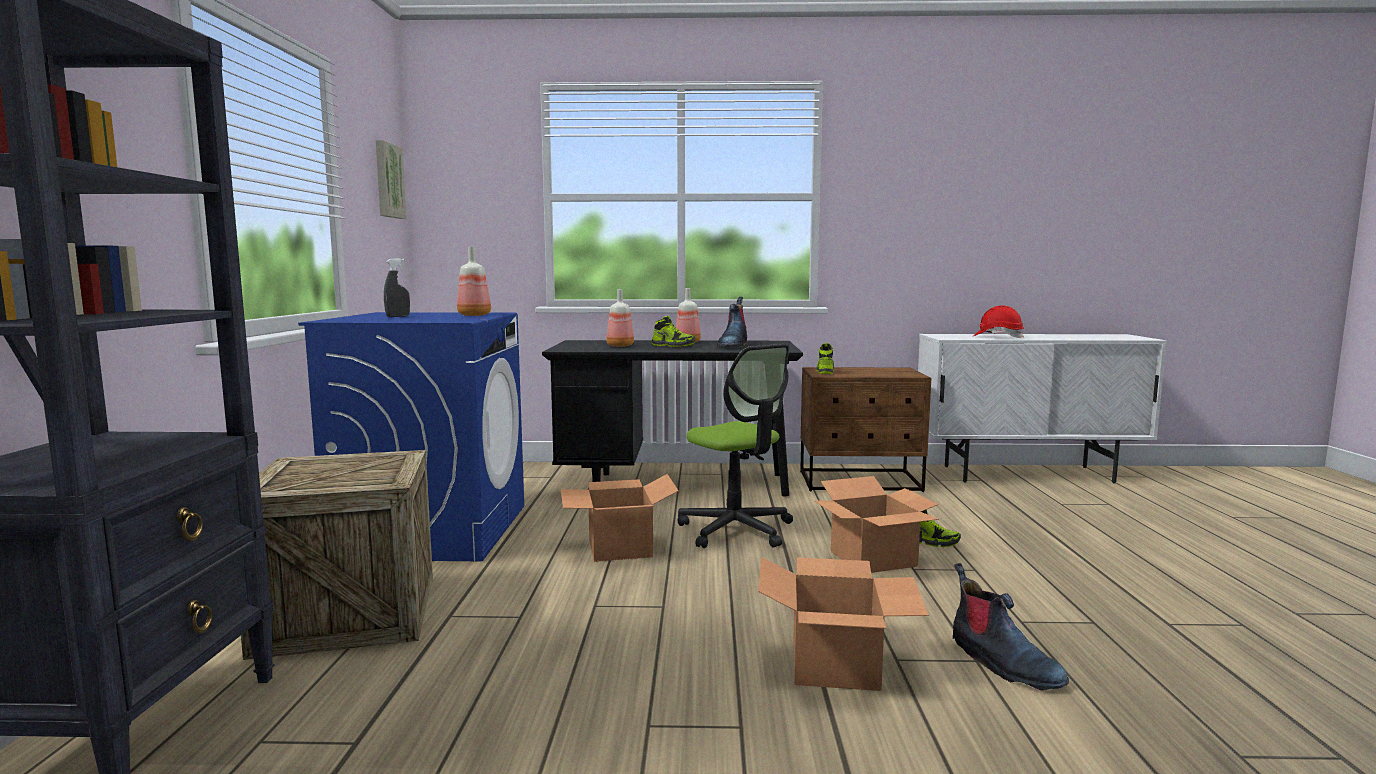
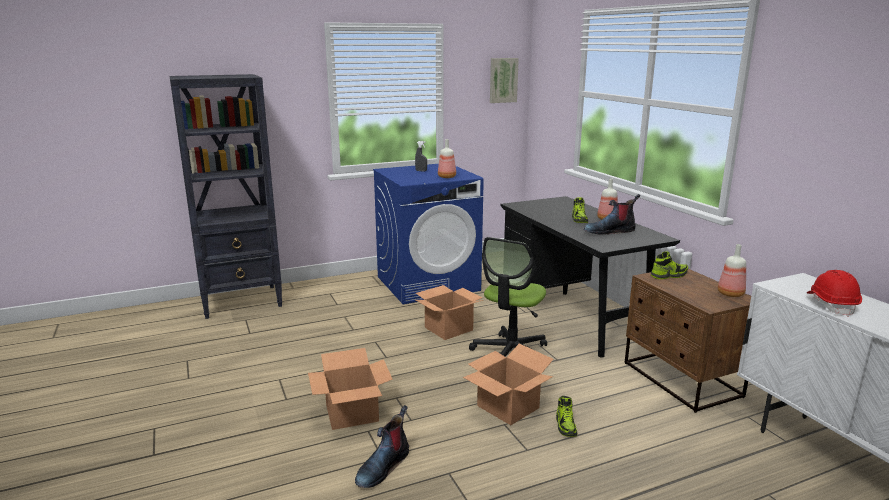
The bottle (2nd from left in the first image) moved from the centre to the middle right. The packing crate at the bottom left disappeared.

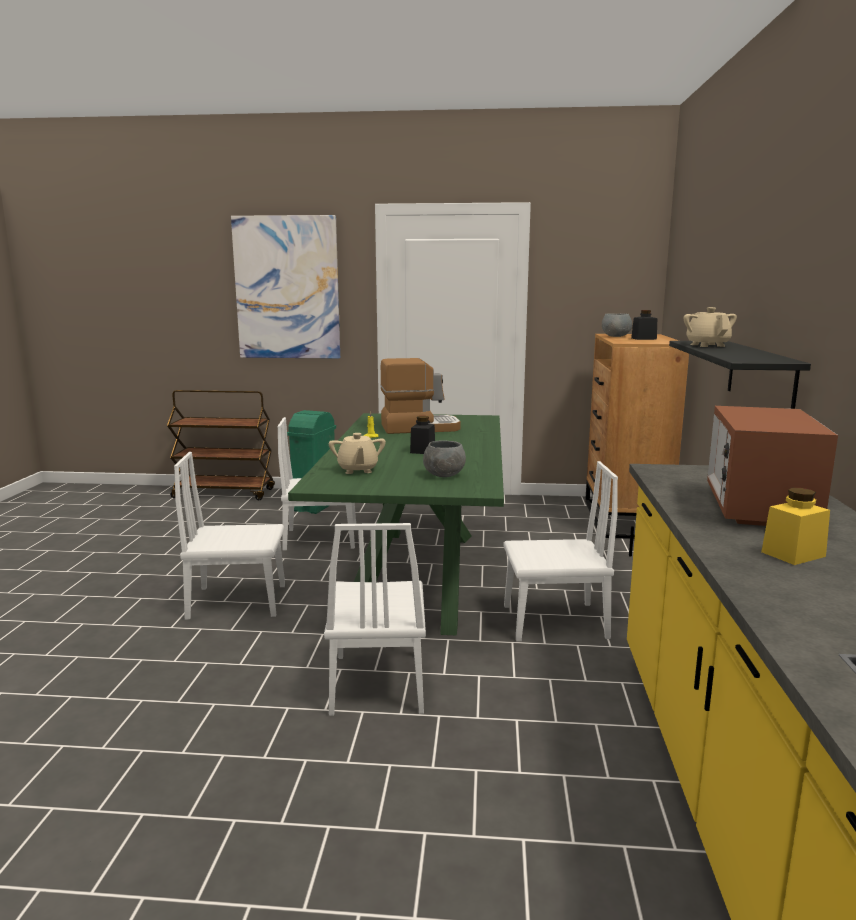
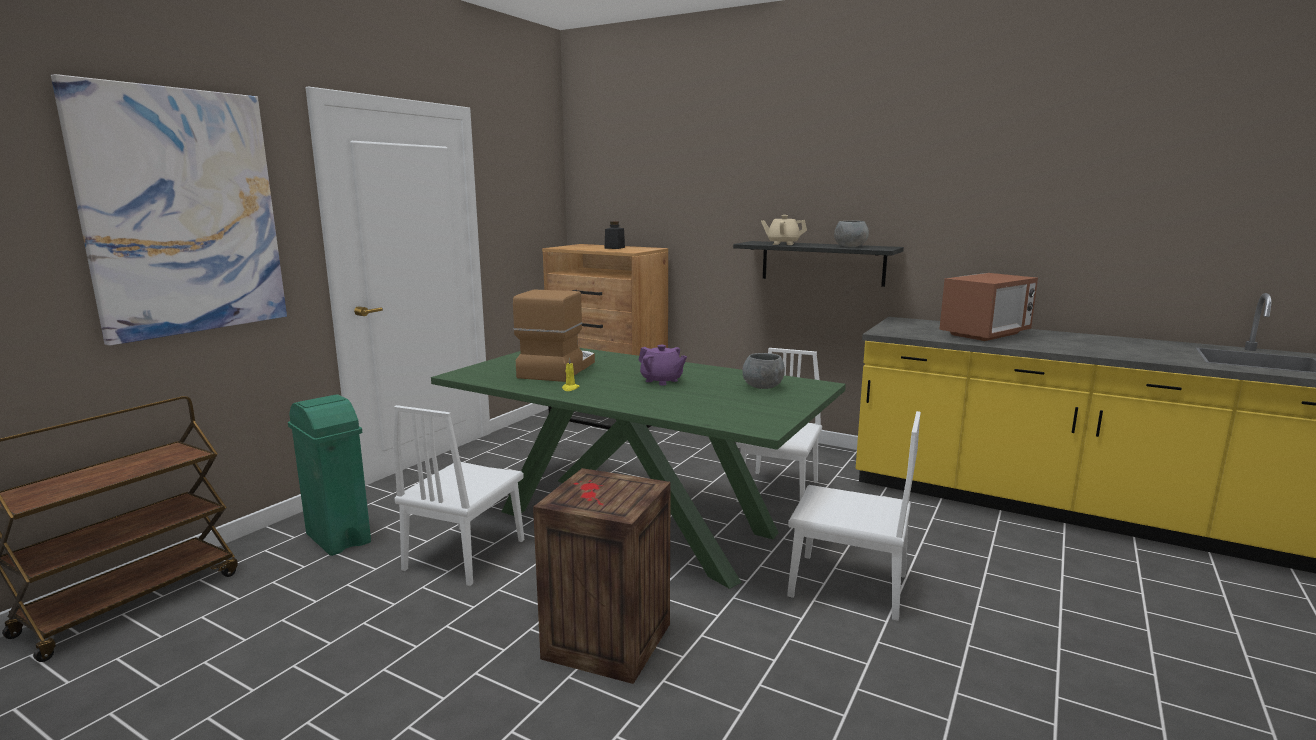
The whitish plain chair (1st from left) at the middle left was replaced by the packing crate at the bottom centre. The black-coloured storage jar (1st from left) at the centre was replaced by the purplish tea pot at the centre. The greyish deep dish (2nd from left) moved from the middle right to the top centre. The microwave oven at the middle right turned 75 degrees counterclockwise. The sand-coloured tea pot (1st from left) at the centre disappeared. The yellow-coloured storage jar at the middle right disappeared.

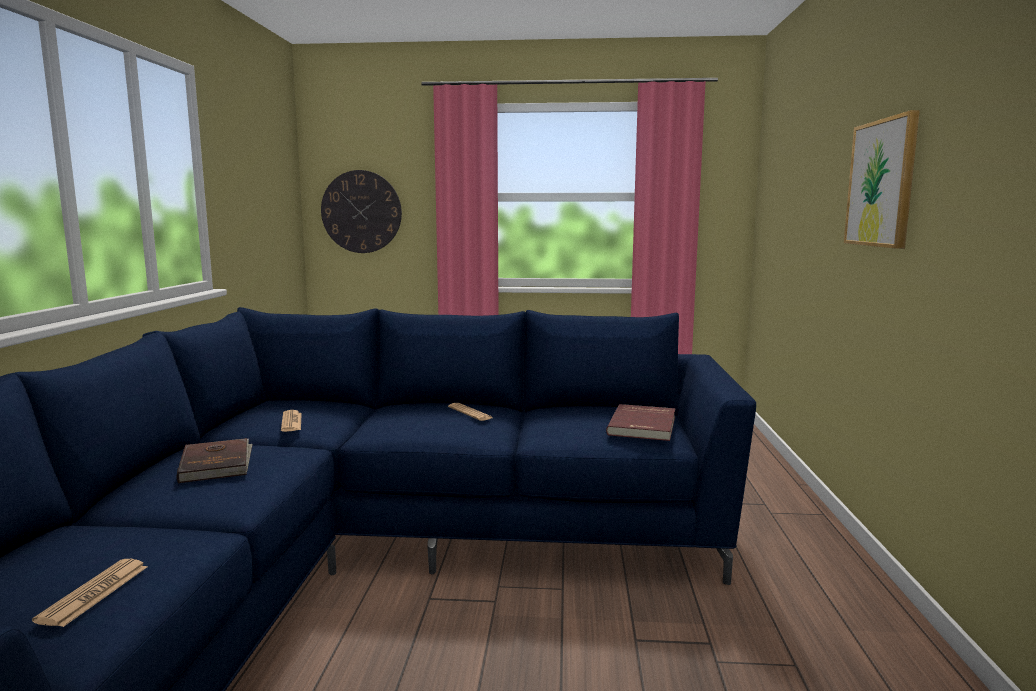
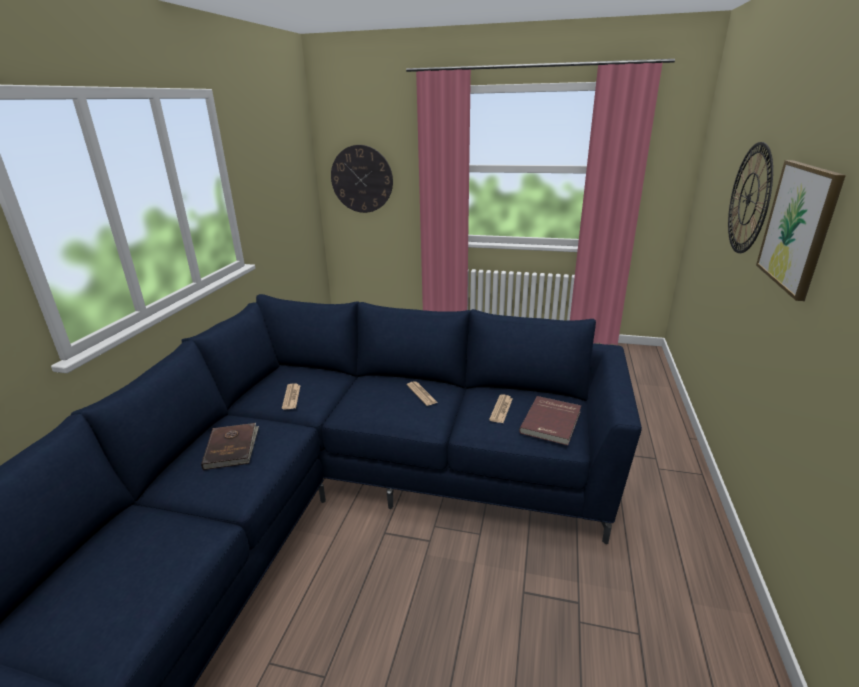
The printed paper (1st from left in the first image) moved from the bottom left to the centre. The clock on the wall (2nd from left) at the top right appeared.

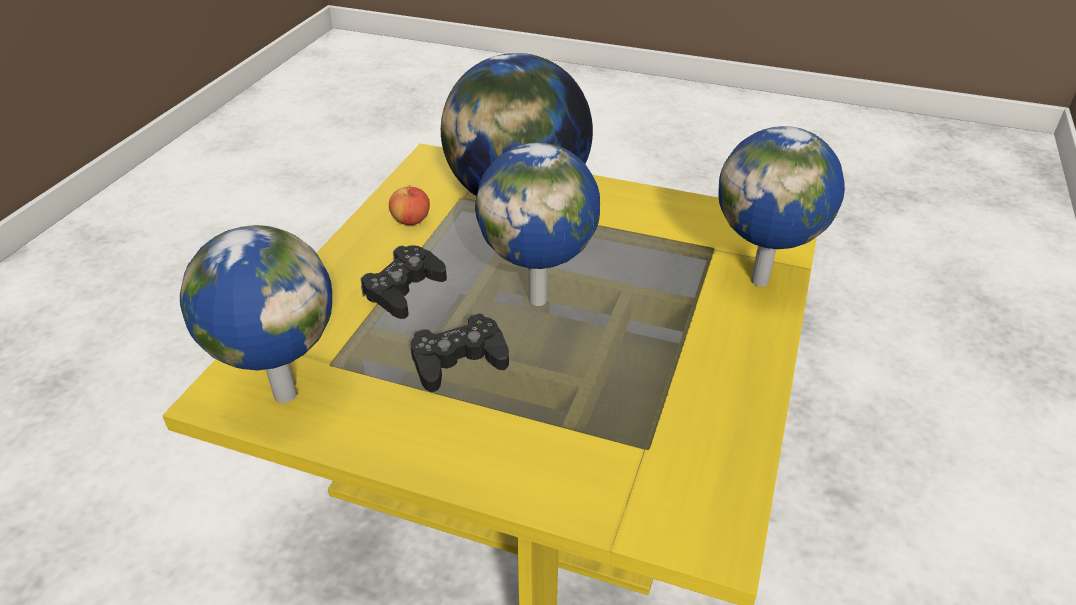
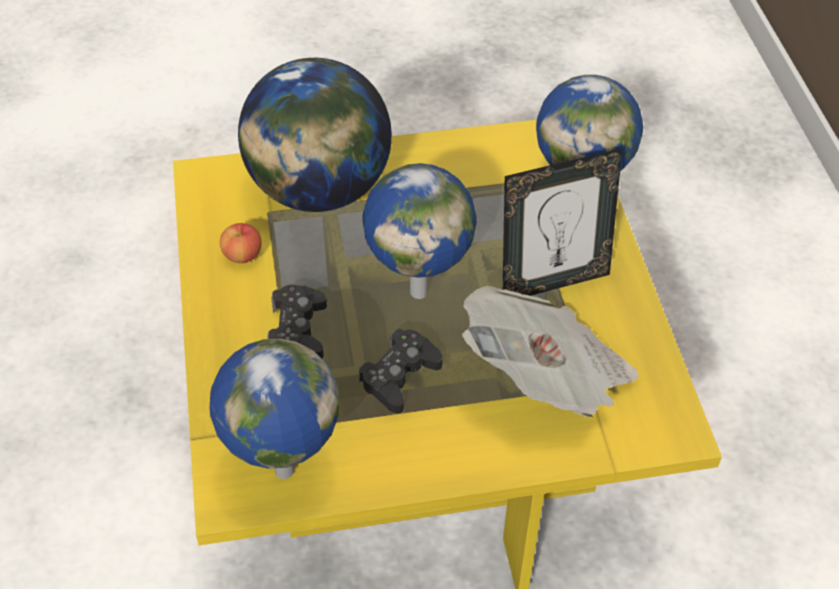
The printed paper at the centre appeared. The standing frame at the middle right appeared.

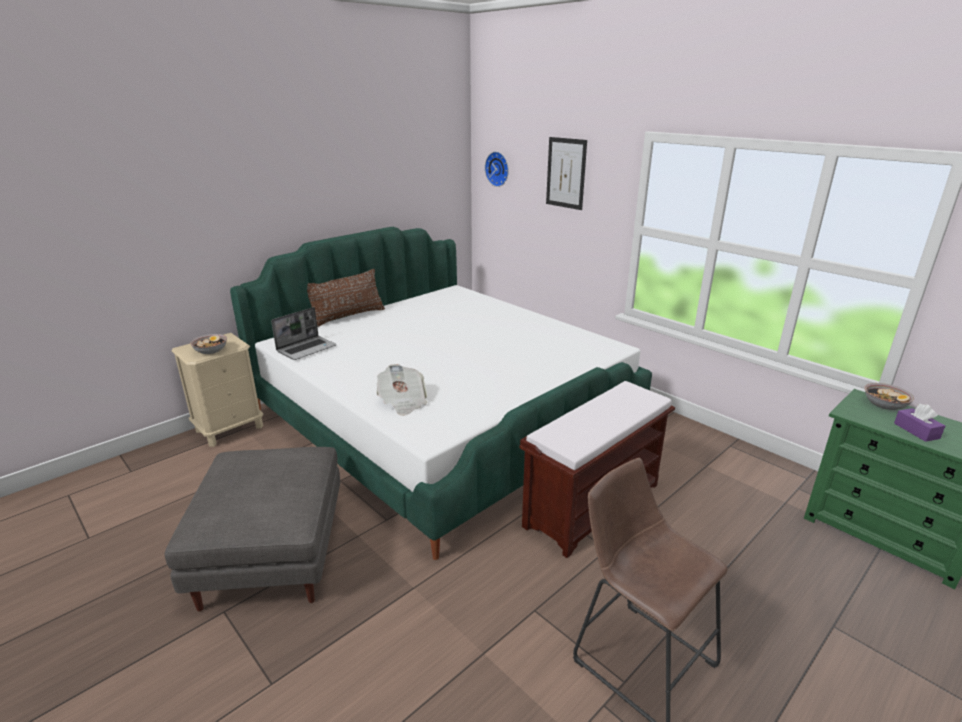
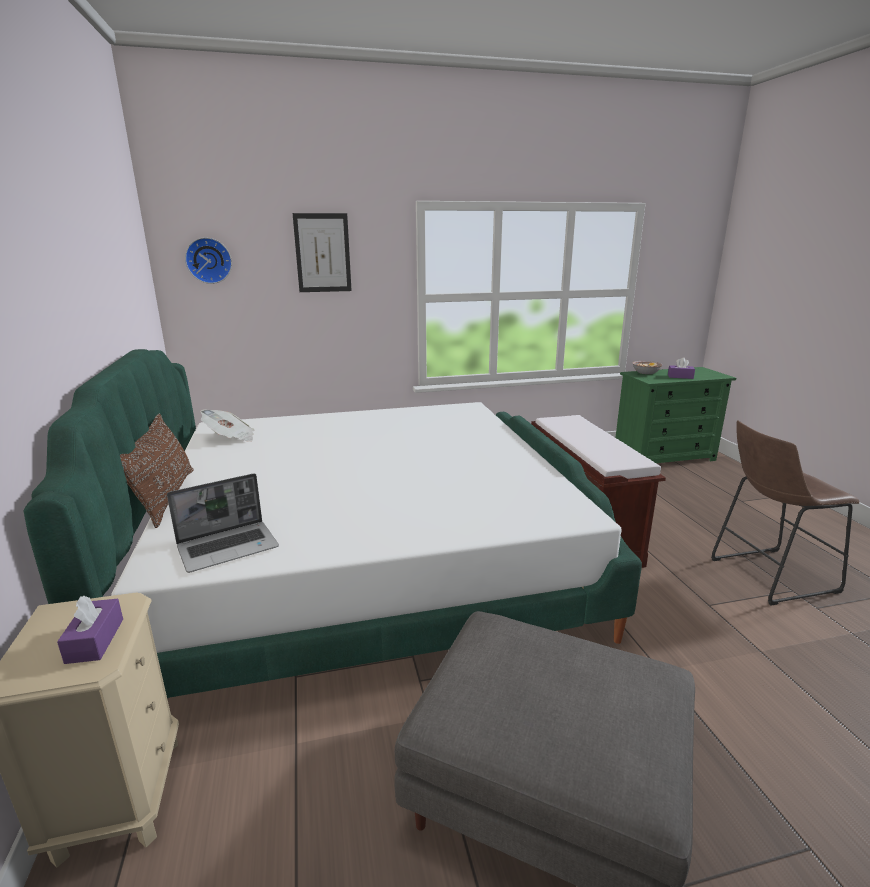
The deep dish (1st from left) at the middle left was replaced by the purplish tissue box (1st from left) at the bottom left. The notebook computer at the middle left turned 75 degrees clockwise. The printed paper moved from the centre to the middle left.

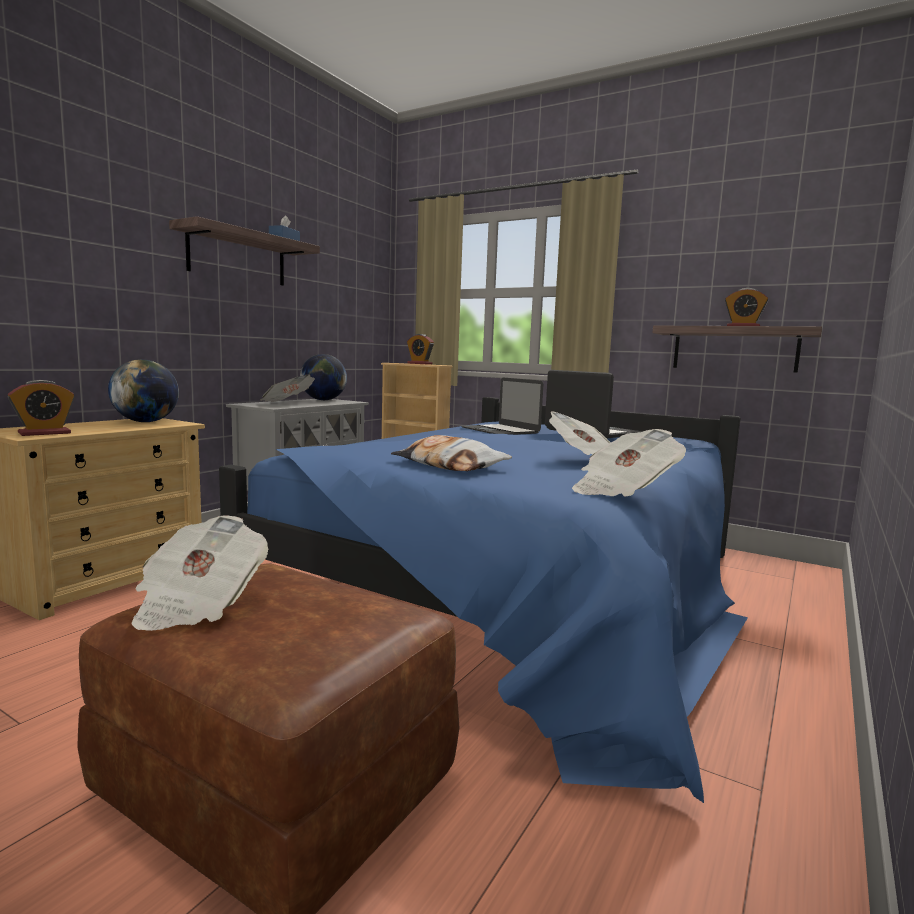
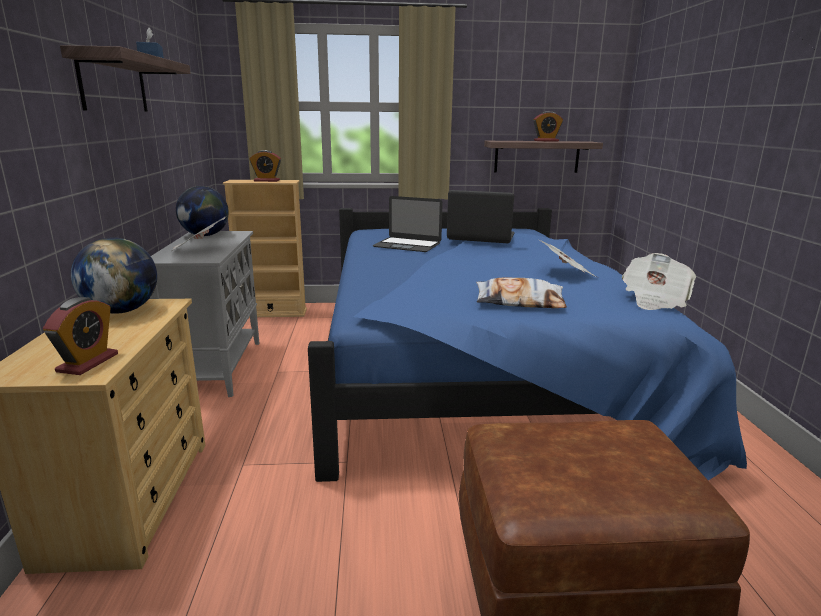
The printed paper (1st from left) at the middle left disappeared.

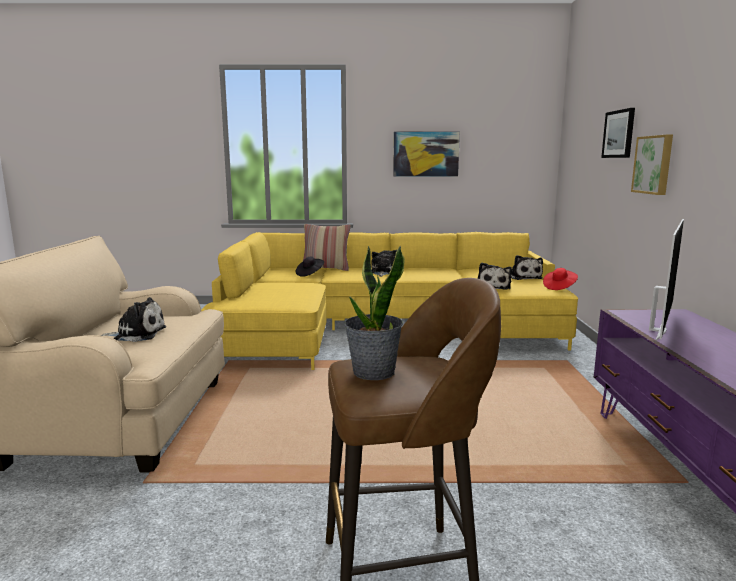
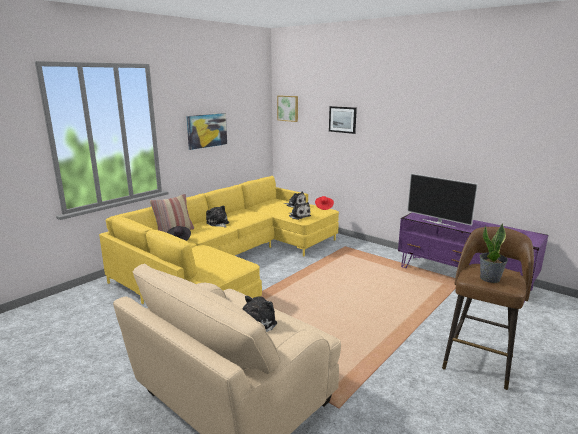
The picture (3rd from left in the first image) moved from the top right to the top centre. The television at the middle right turned 150 degrees clockwise.

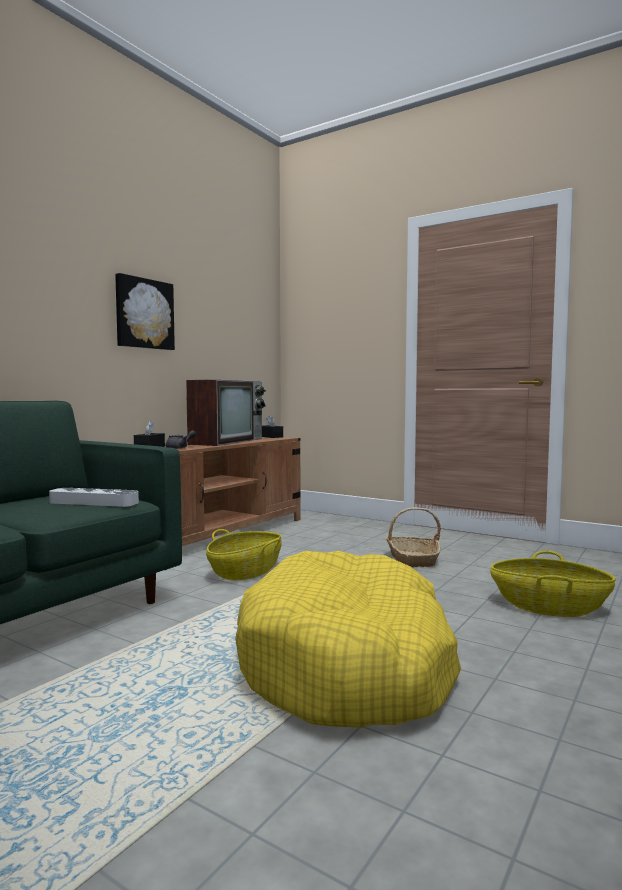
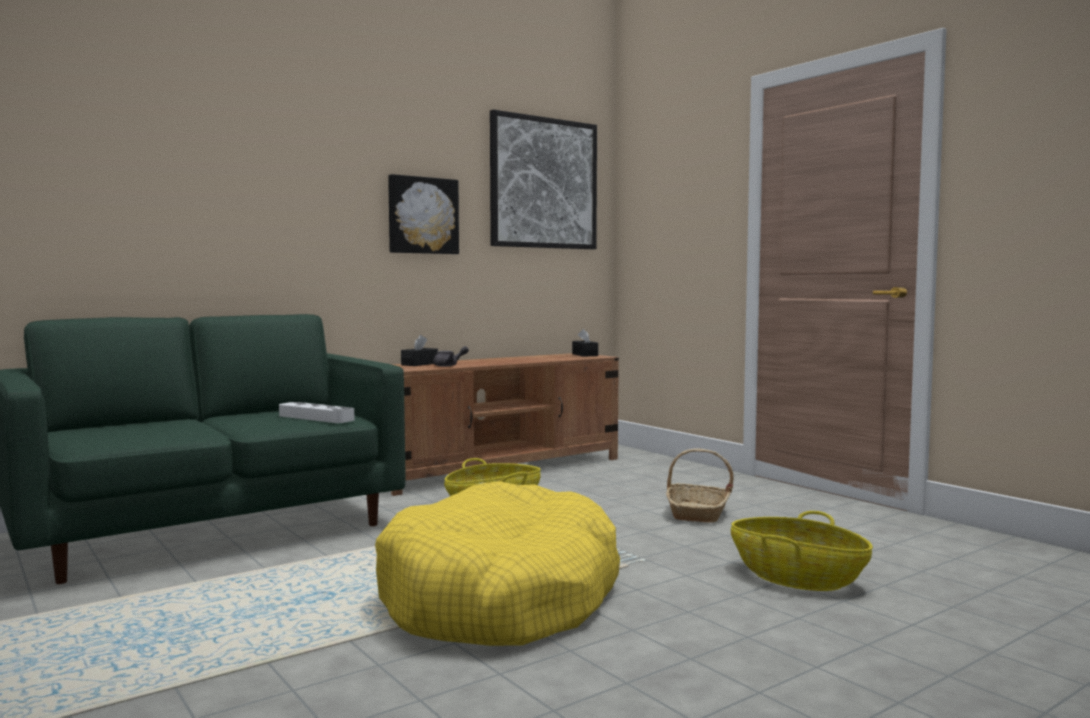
The picture (2nd from left) at the top centre appeared. The television at the centre disappeared.

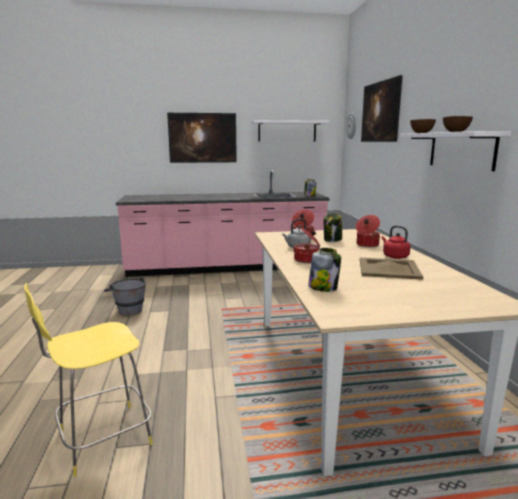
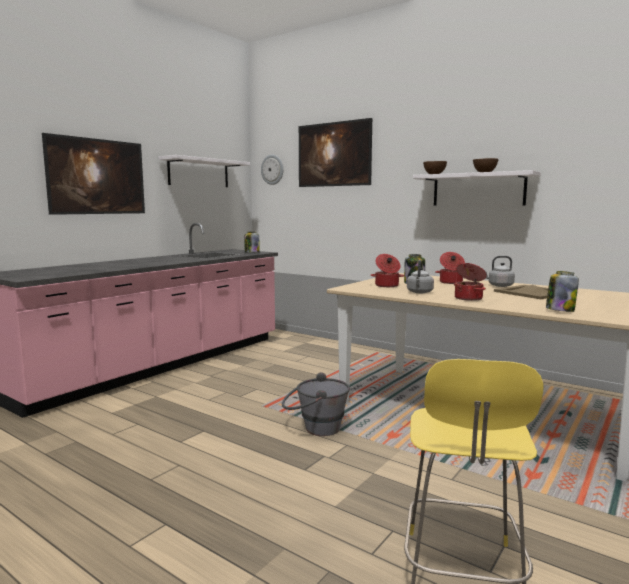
The greyish water bucket moved from the middle left to the bottom centre. The reddish water kettle at the middle right became the greyish water kettle (2nd from left) at the middle right.

